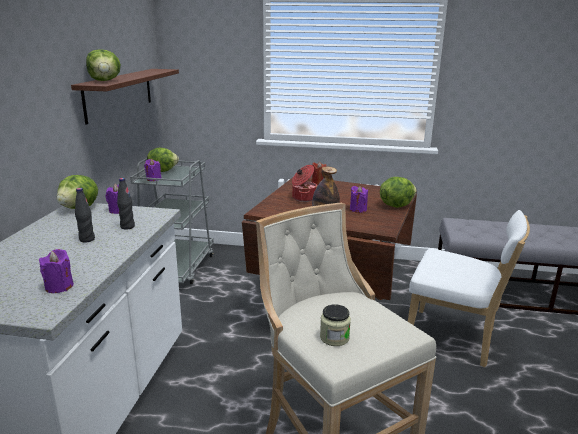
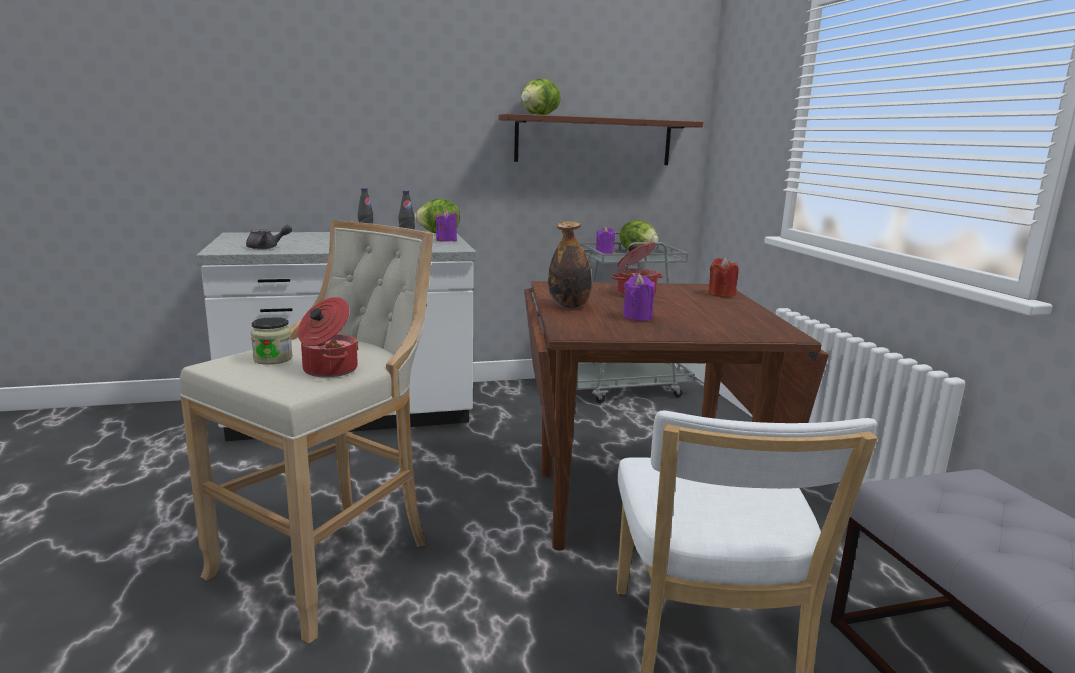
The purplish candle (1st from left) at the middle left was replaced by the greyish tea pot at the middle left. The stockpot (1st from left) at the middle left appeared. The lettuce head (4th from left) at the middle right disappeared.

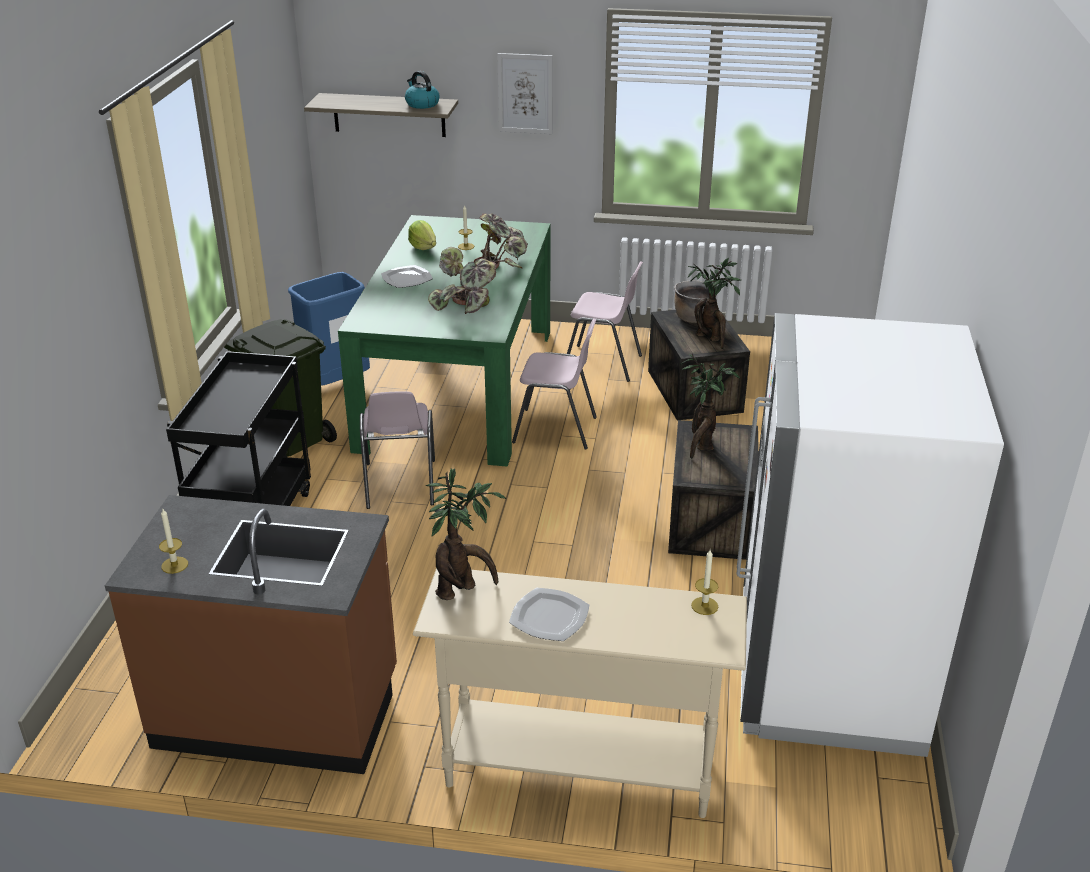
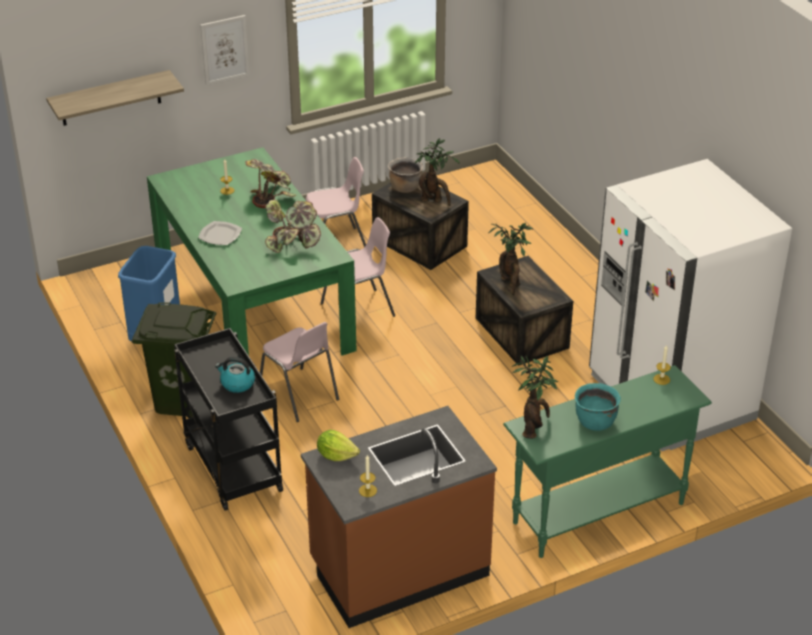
The water kettle moved from the top centre to the middle left. The lettuce head moved from the top centre to the bottom centre. The sand-coloured hall table at the bottom centre became the greenish hall table at the bottom right. The flat dish (2nd from left) at the bottom centre was replaced by the turquoise-coloured stockpot at the middle right.

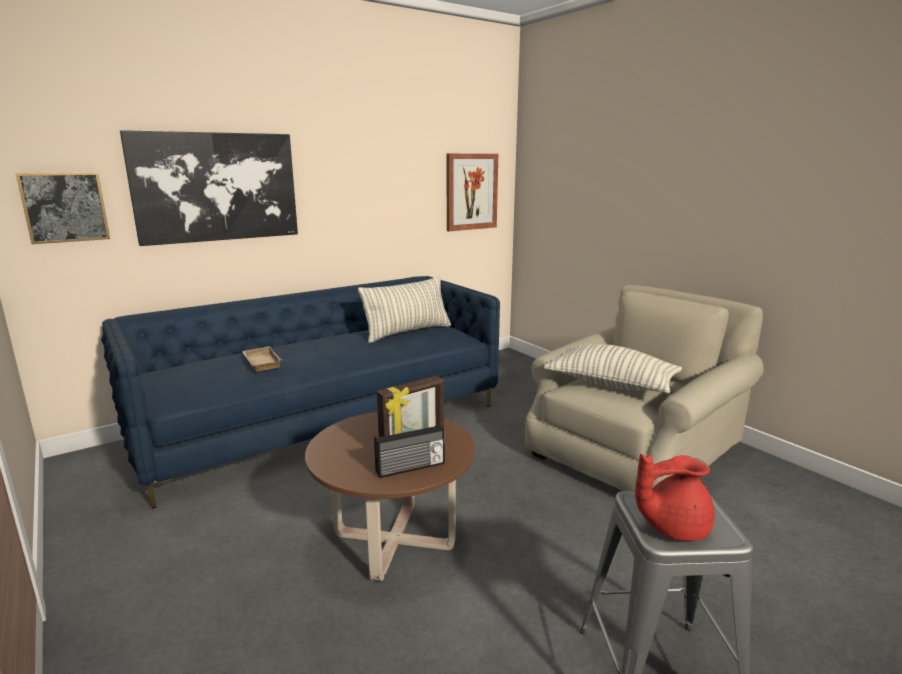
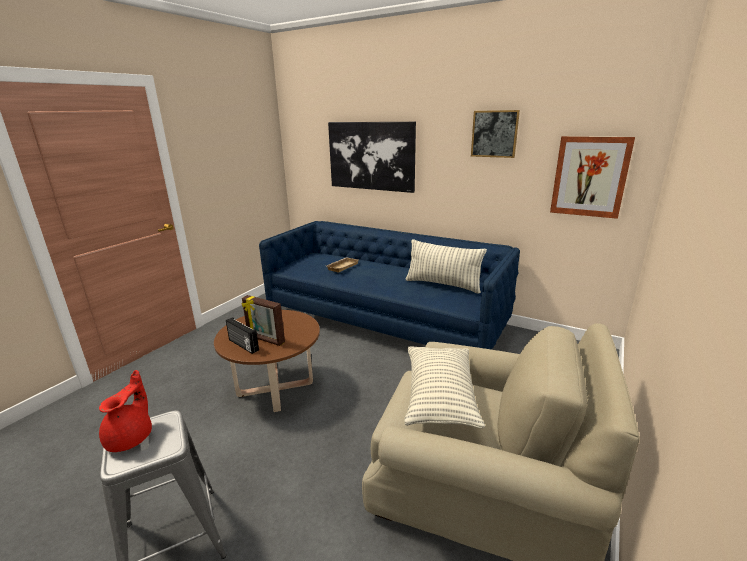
The reddish tea pot at the bottom right turned 45 degrees clockwise. The picture (1st from left in the first image) moved from the top left to the top centre.

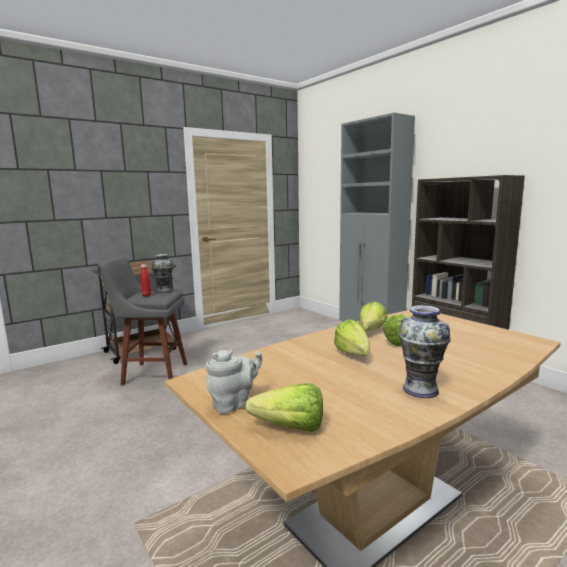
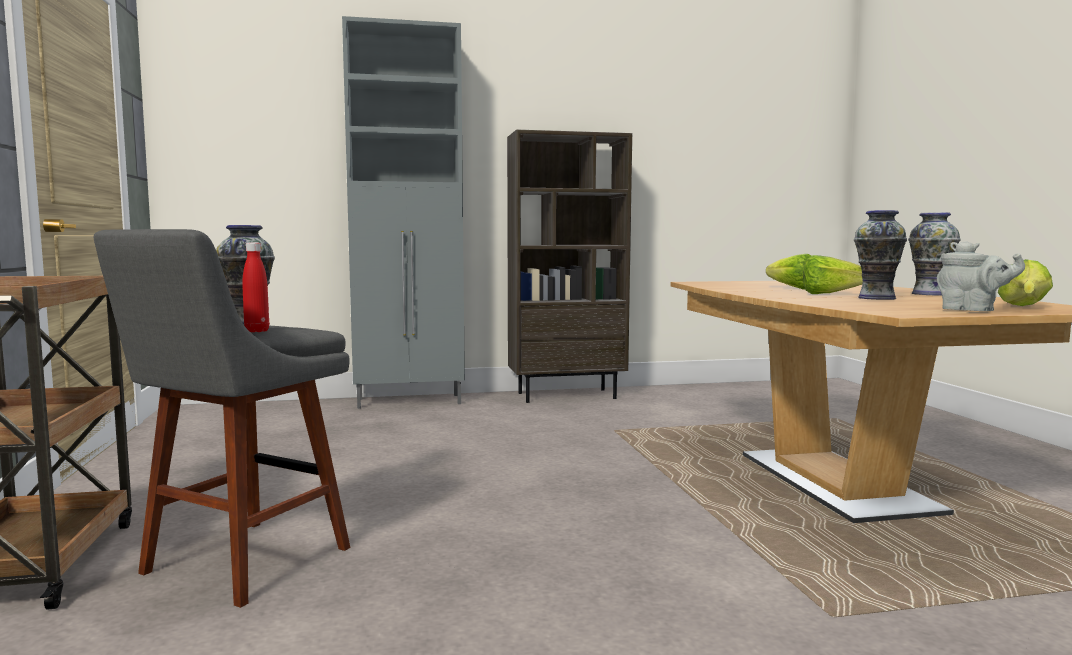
The decorative vase (2nd from left) at the middle right appeared. The greyish tea pot at the bottom centre turned 135 degrees clockwise. The lettuce head (3rd from left) at the centre disappeared.

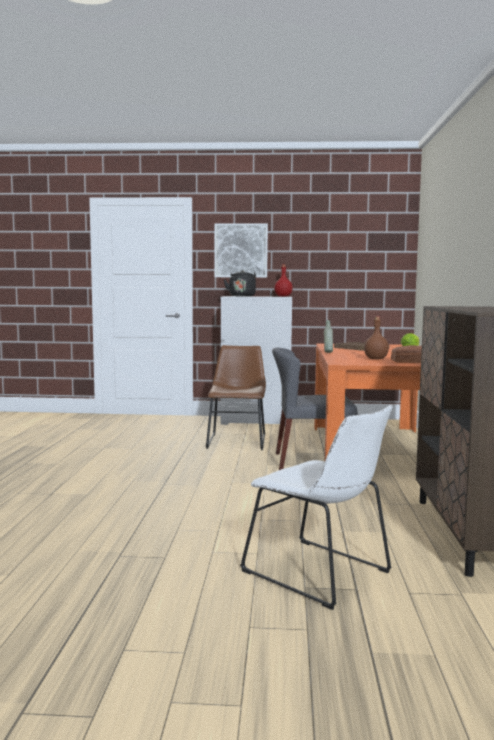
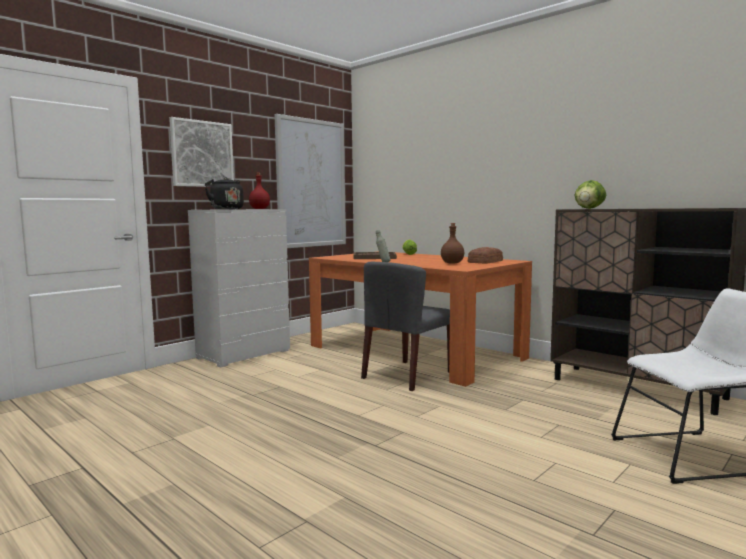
The picture (2nd from left) at the top centre appeared. The lettuce head (2nd from left) at the middle right appeared. The brown plain chair at the centre disappeared.

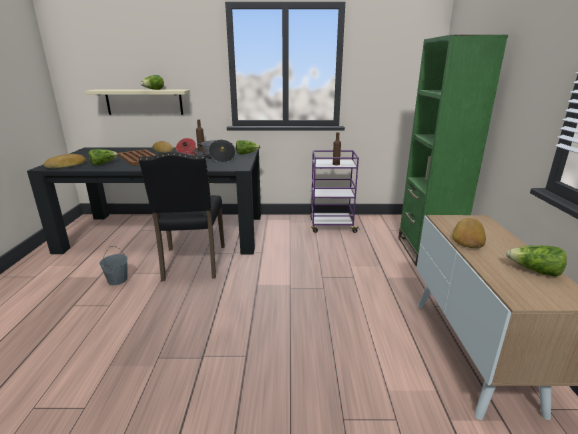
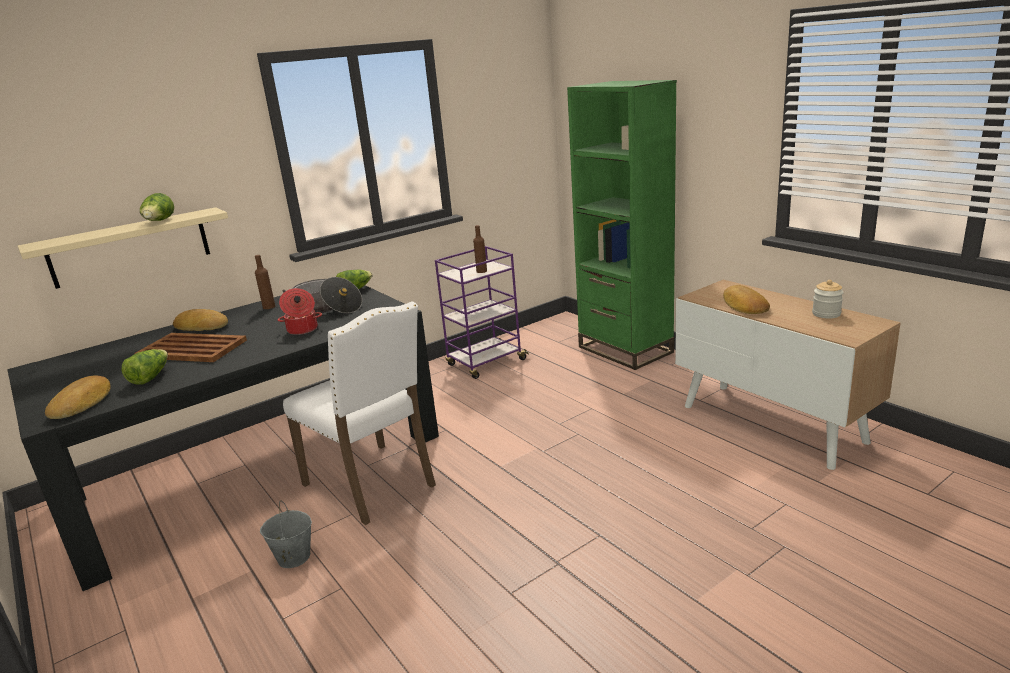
The black-coloured plain chair at the middle left became the whitish plain chair at the centre. The lettuce head (4th from left) at the middle right was replaced by the storage jar at the middle right.

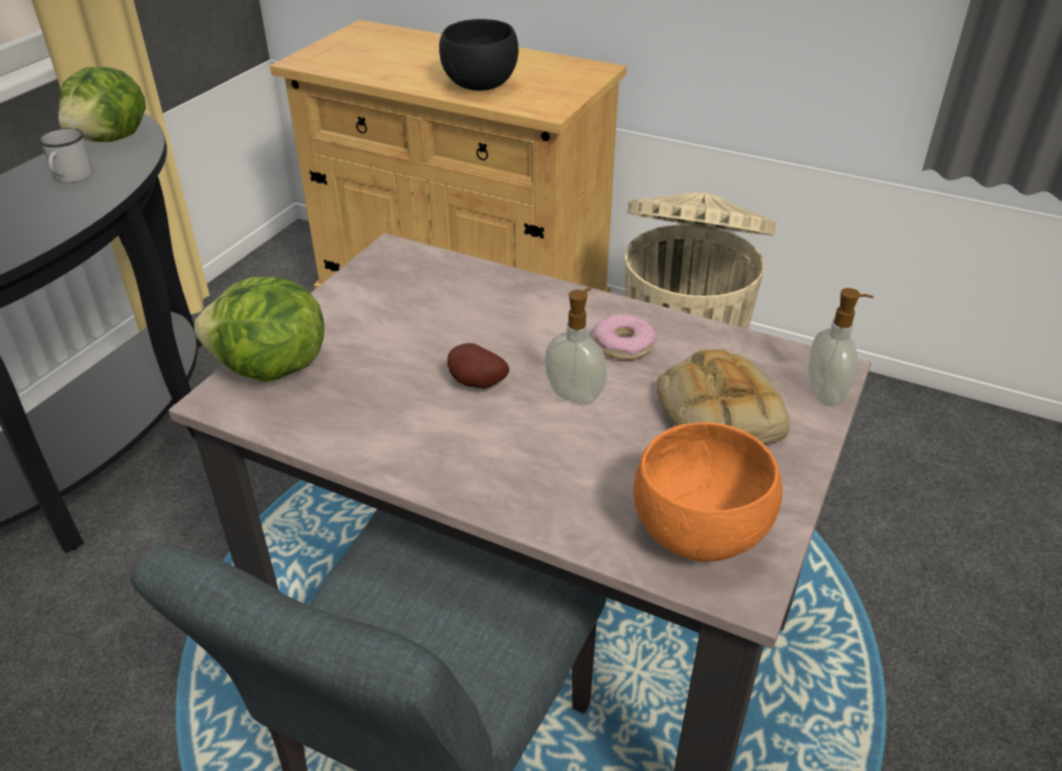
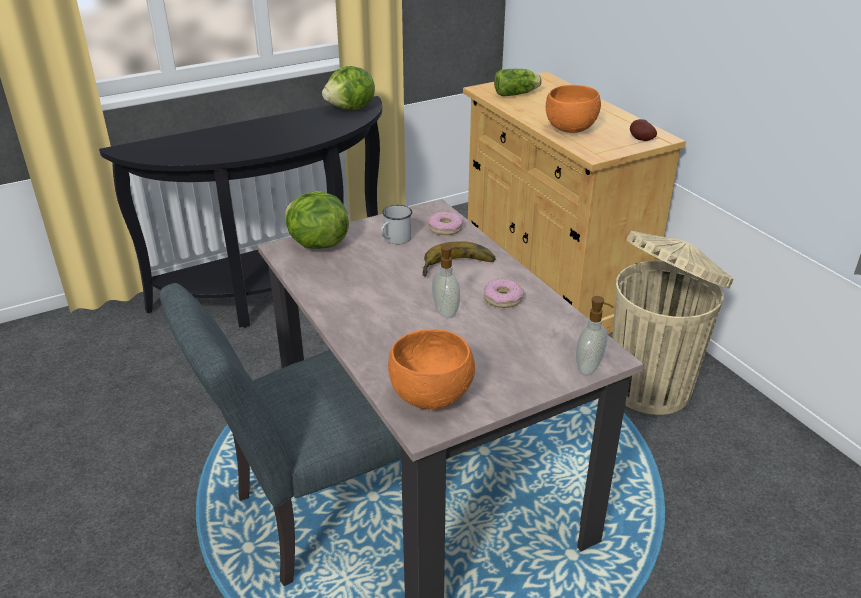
The whitish tea mug moved from the top left to the centre. The whole banana at the centre appeared. The ring doughnut (1st from left) at the centre appeared. The lettuce head (3rd from left) at the top centre appeared. The black-coloured deep dish at the top centre became the orangey deep dish (2nd from left) at the top centre. The whole potato moved from the centre to the top right. The bread at the middle right disappeared.

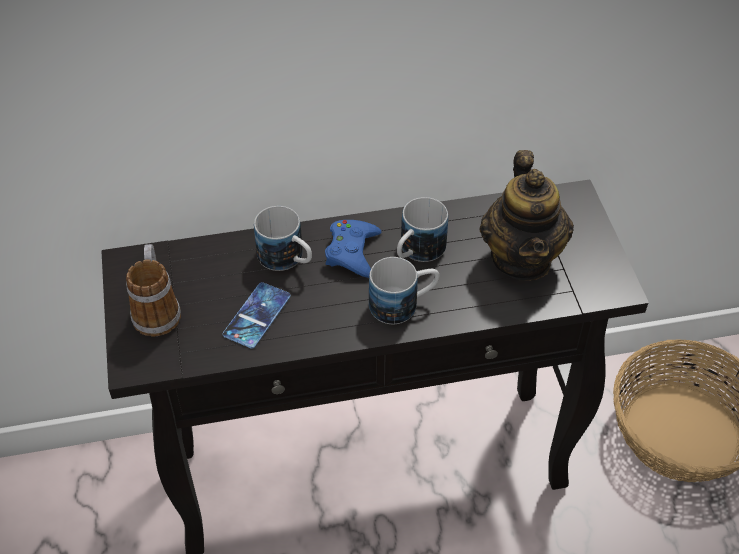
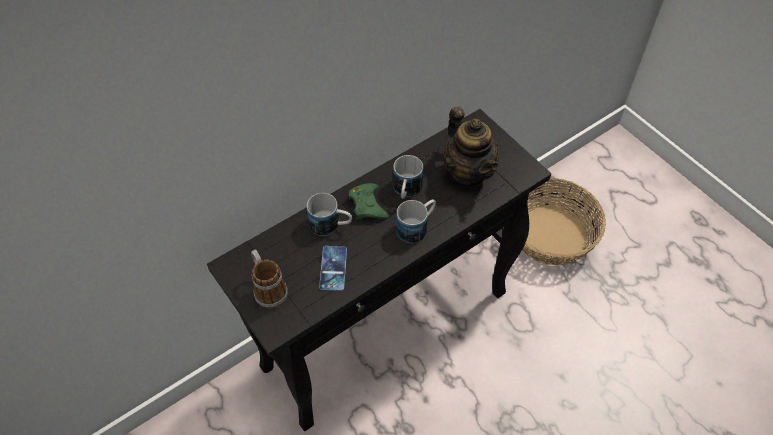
The blue joypad at the centre became the greenish joypad at the centre.

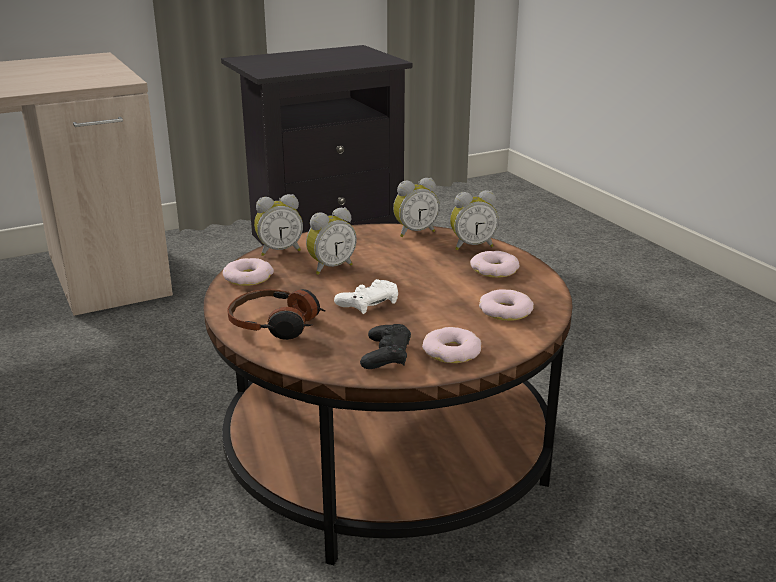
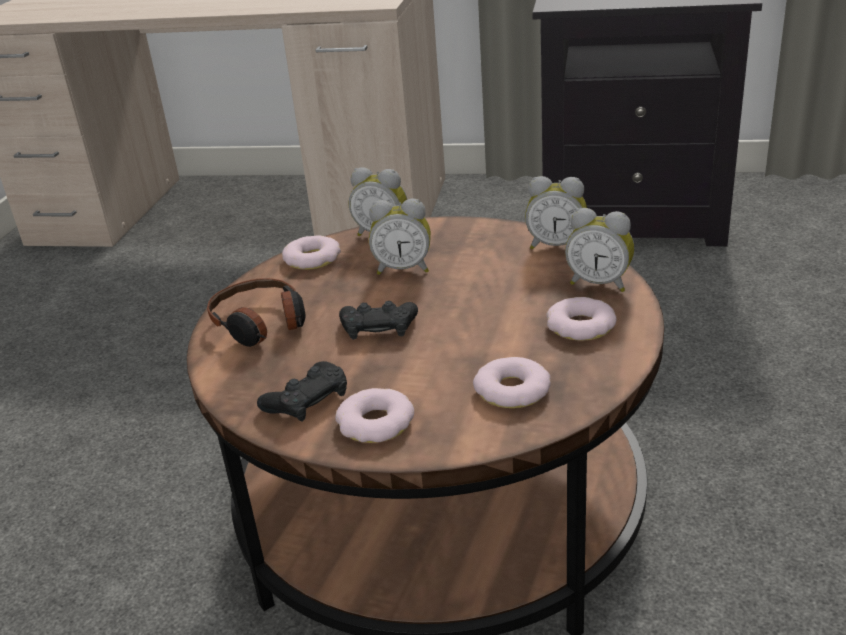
The whitish joypad at the centre became the black-coloured joypad (2nd from left) at the centre.

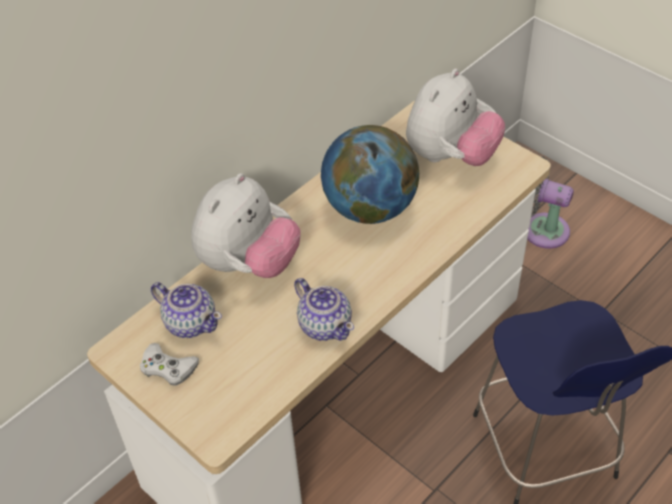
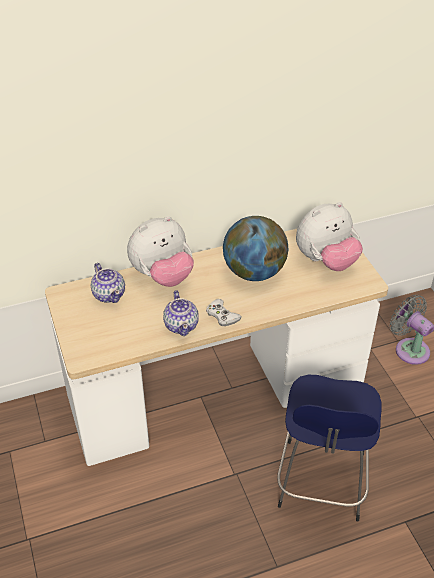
The whitish joypad moved from the bottom left to the centre.

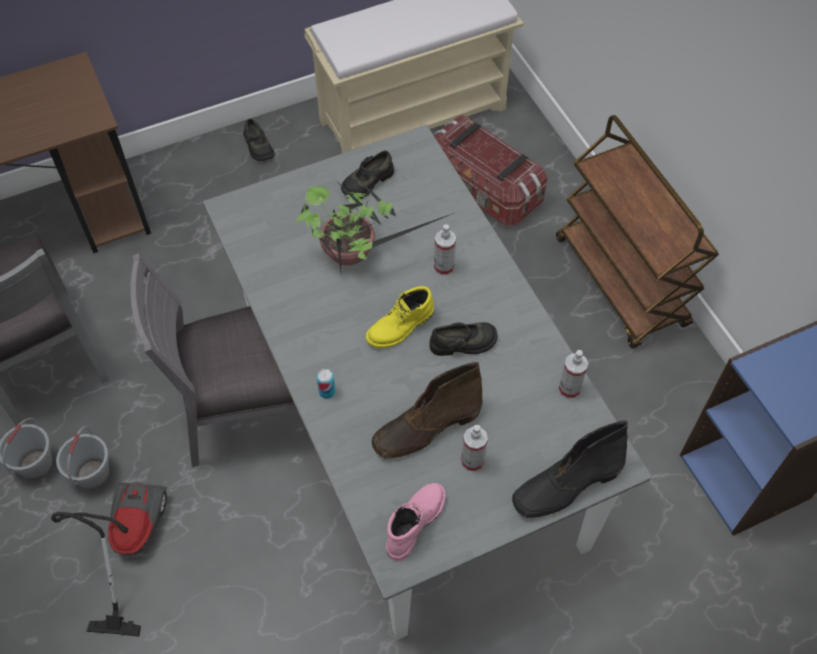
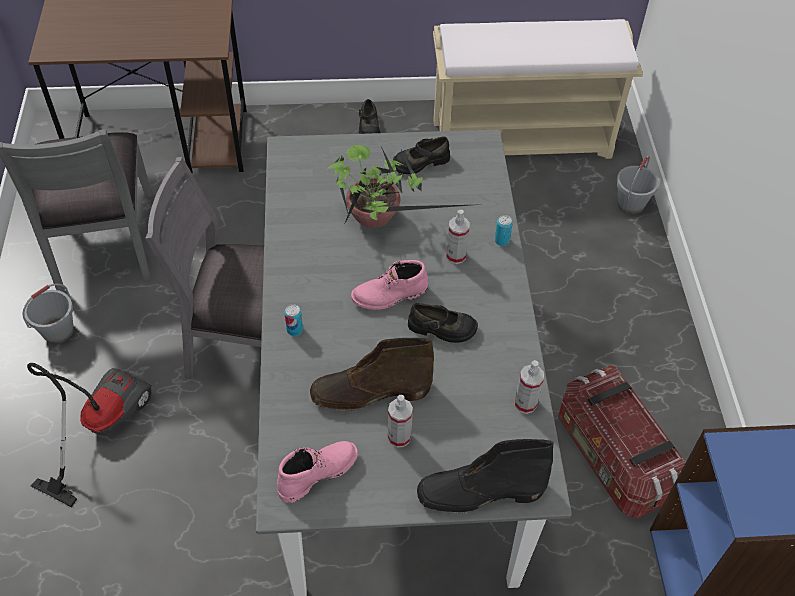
The yellow-coloured boot at the centre became the pink boot (2nd from left) at the centre. The can (2nd from left) at the centre appeared. The storage box moved from the top centre to the bottom right. The greyish water bucket (2nd from left) moved from the bottom left to the top right. The brown wheeled cart at the middle right disappeared.

